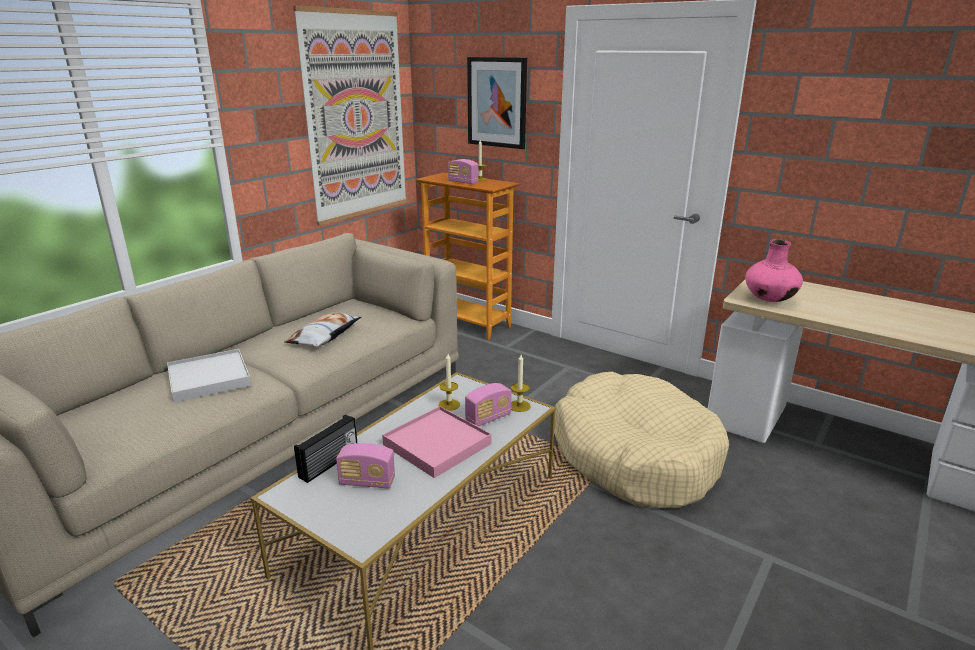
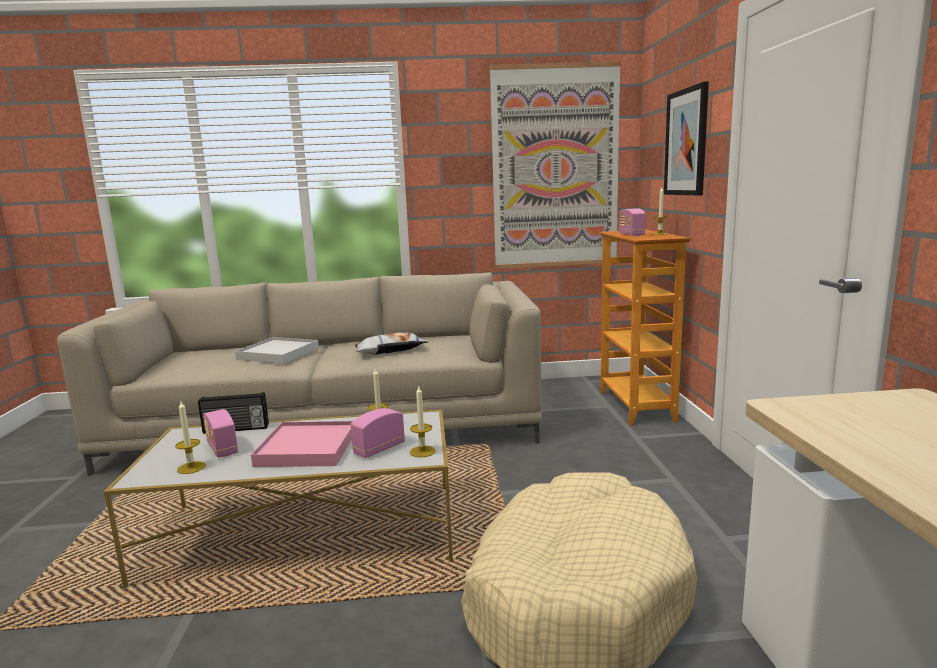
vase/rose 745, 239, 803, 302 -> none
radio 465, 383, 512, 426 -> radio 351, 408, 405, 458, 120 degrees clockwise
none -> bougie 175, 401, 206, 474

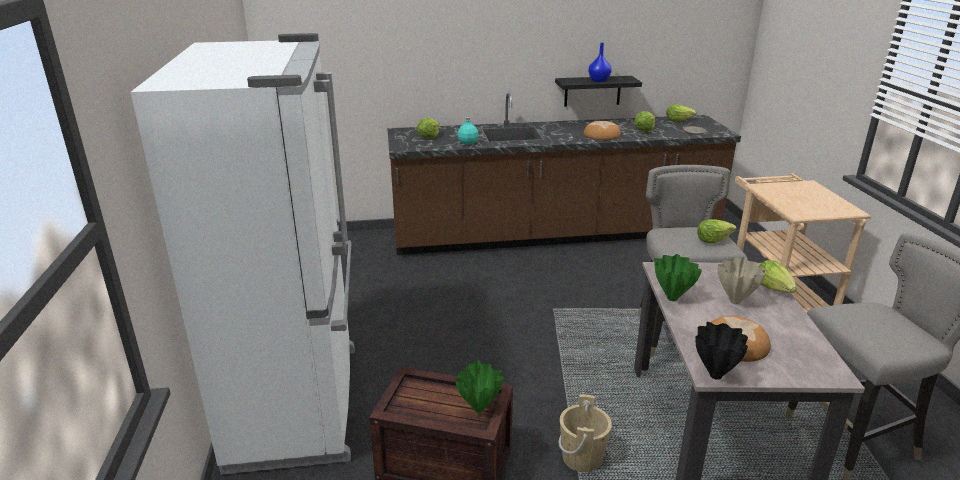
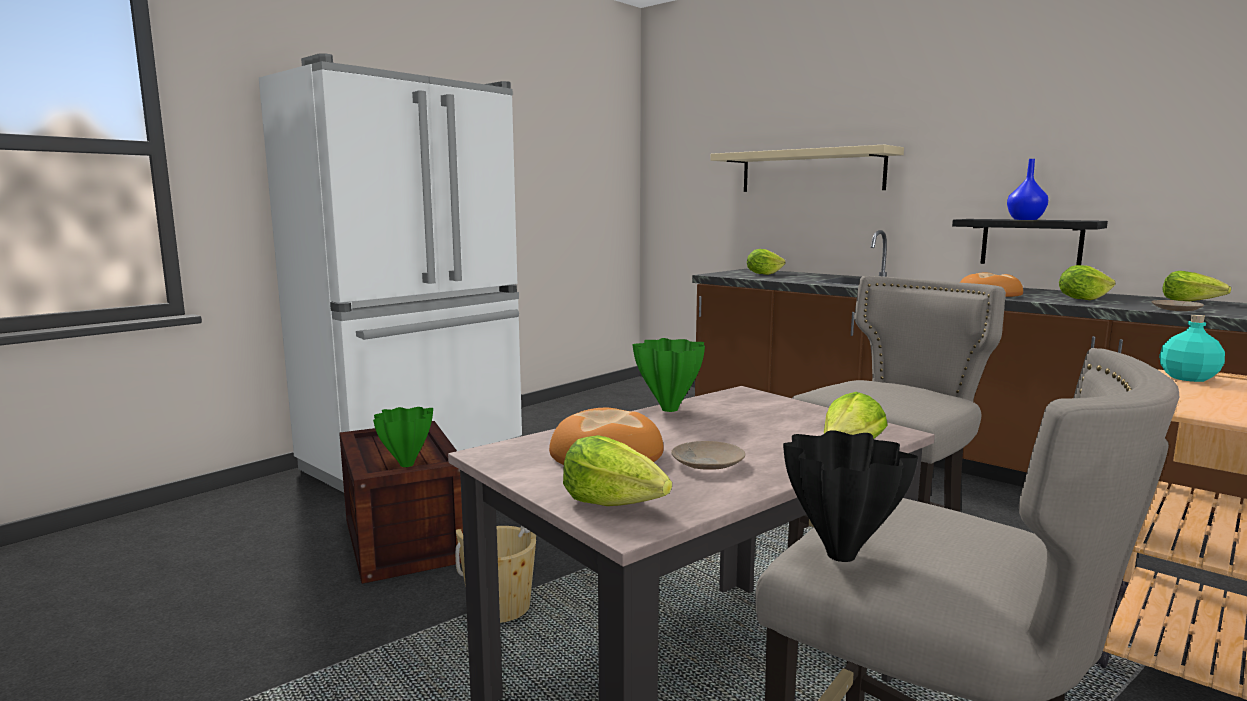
bouteille/turquoise 458, 117, 478, 145 -> bouteille/turquoise 1159, 315, 1225, 382, relocated
laitue 697, 219, 737, 244 -> laitue 563, 435, 672, 506, relocated
vase/beige 718, 257, 766, 304 -> none
vase/noir 696, 322, 748, 380 -> vase/noir 783, 430, 918, 562, relocated
none -> étagère/beige 711, 145, 904, 192
none -> assiette/beige 671, 441, 745, 470

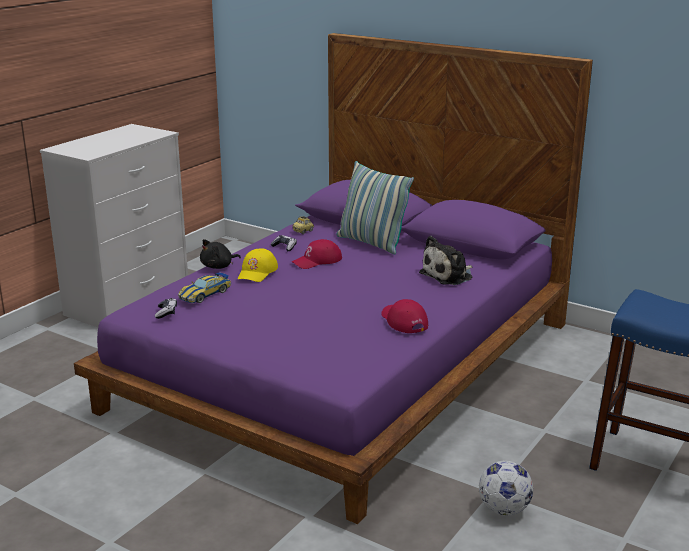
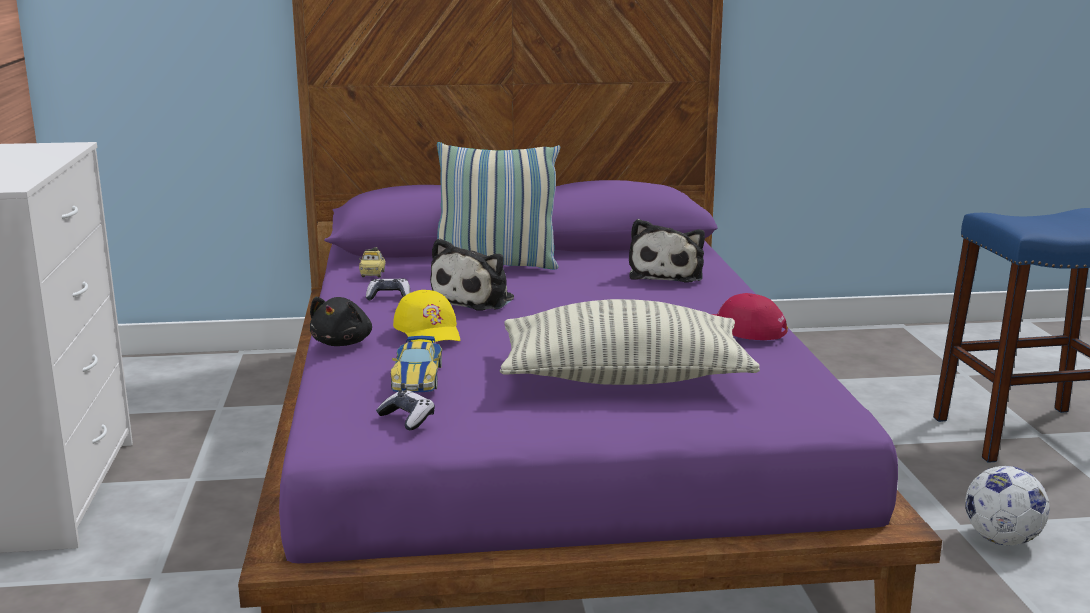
casquette/rouge 292, 239, 342, 269 -> peluche 430, 238, 514, 310
none -> coussin 500, 299, 760, 385

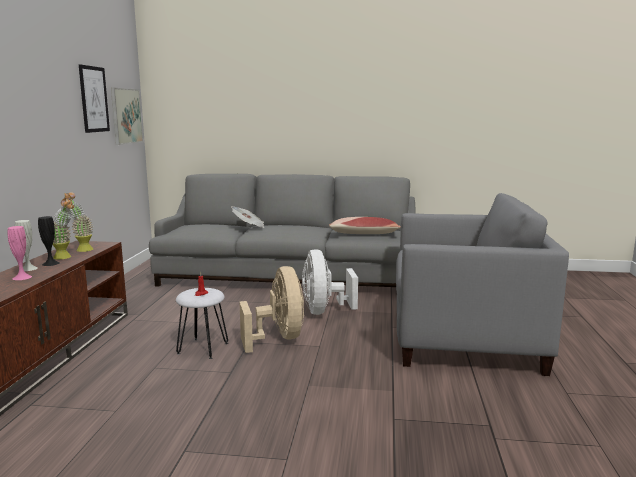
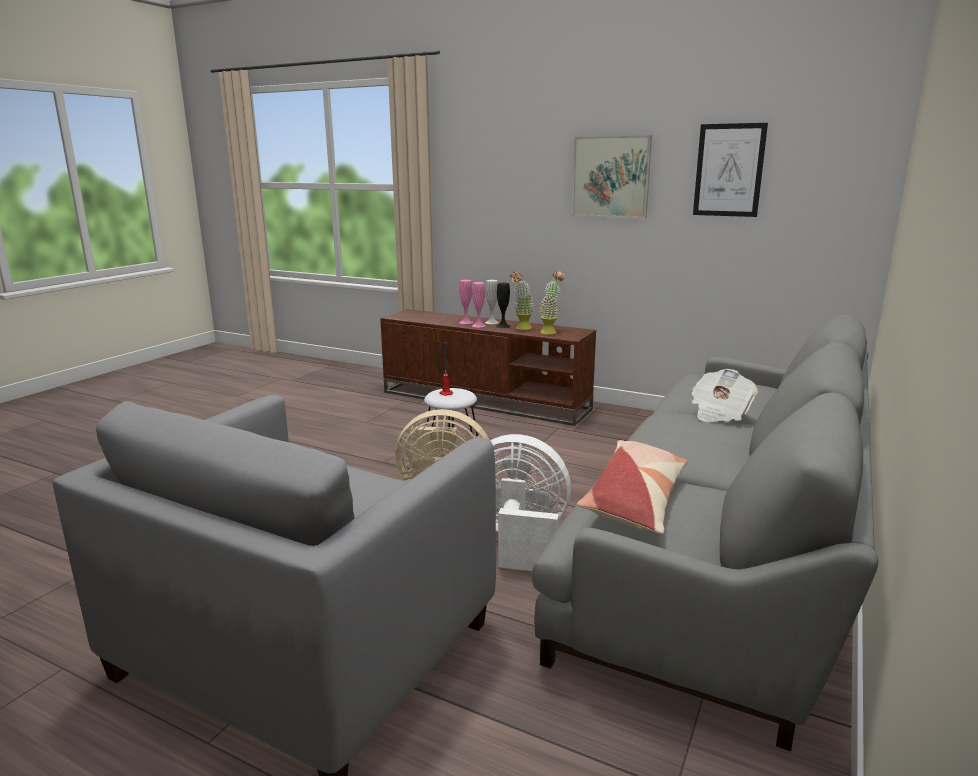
tableau 111, 88, 143, 145 -> tableau 572, 135, 652, 218, relocated
none -> vase/rose 472, 282, 486, 327

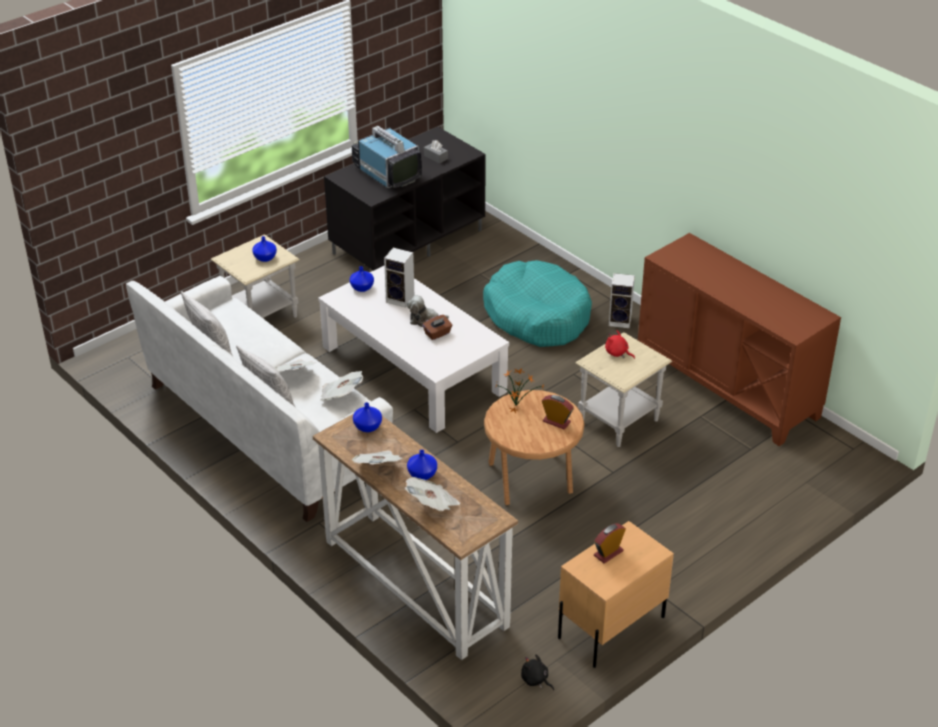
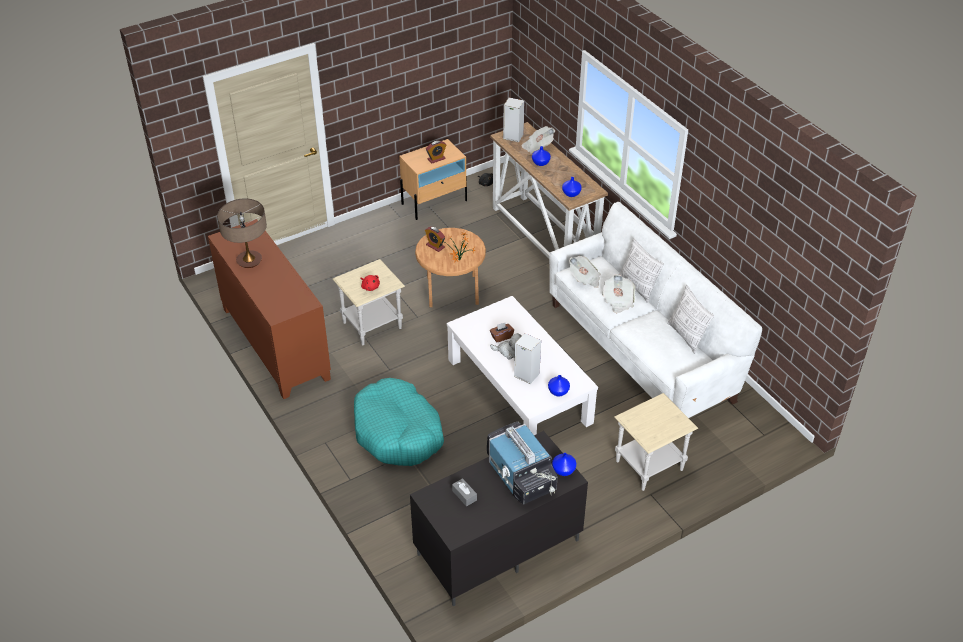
vase/bleu 252, 236, 277, 262 -> vase/bleu 552, 453, 576, 476, relocated
enceinte 609, 273, 635, 328 -> enceinte 503, 98, 525, 142, relocated
journal 352, 450, 403, 465 -> none
none -> lampe de table 217, 198, 267, 268

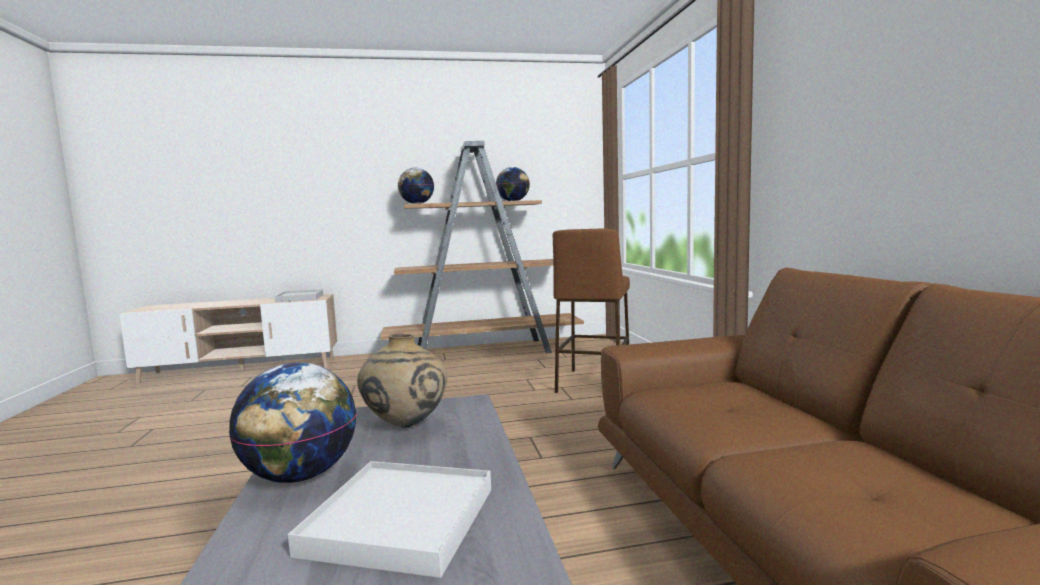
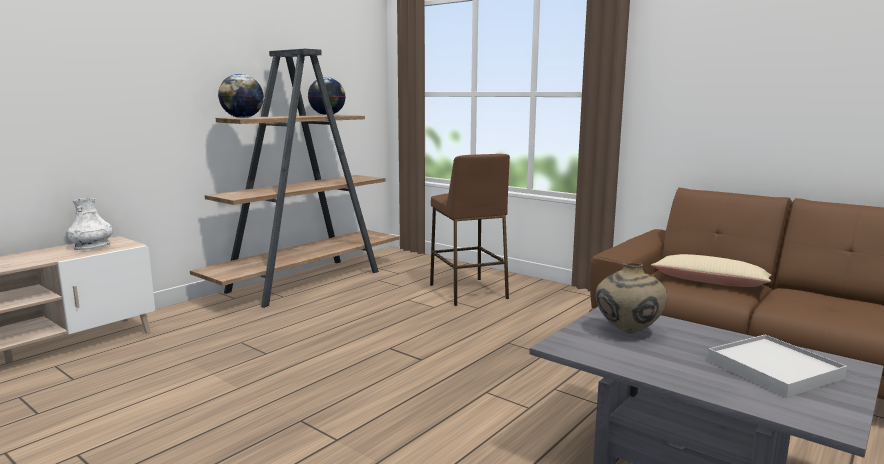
plateau/blanc 275, 289, 323, 302 -> vase/blanc 67, 198, 113, 250
globe 229, 363, 356, 483 -> none
none -> coussin/beige 651, 254, 771, 287

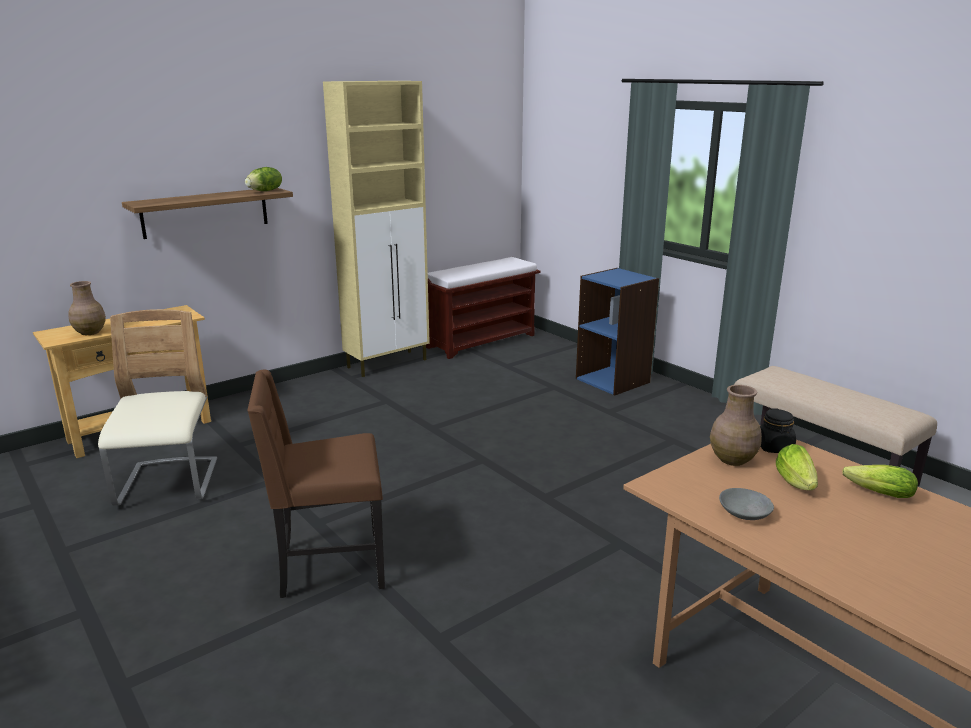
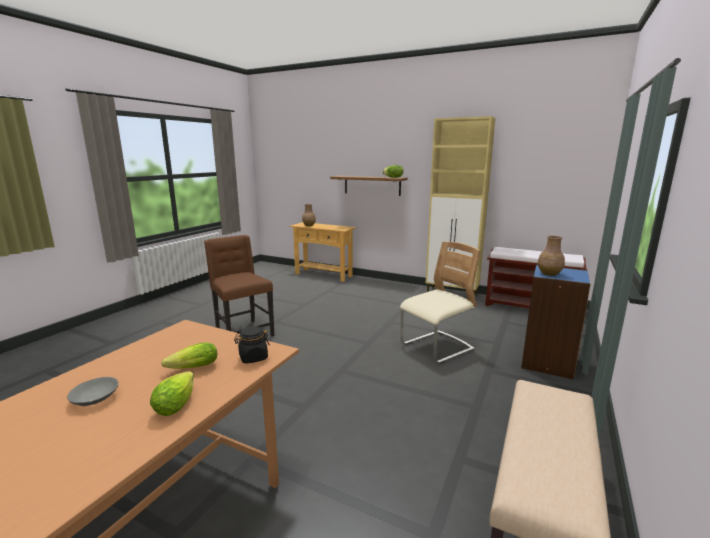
chaise/beige 98, 309, 217, 506 -> chaise/beige 400, 242, 480, 363, relocated
vase/marron 710, 385, 762, 466 -> vase/marron 538, 236, 565, 276, relocated
bol/gris 719, 488, 774, 520 -> bol/gris 67, 377, 119, 406, relocated

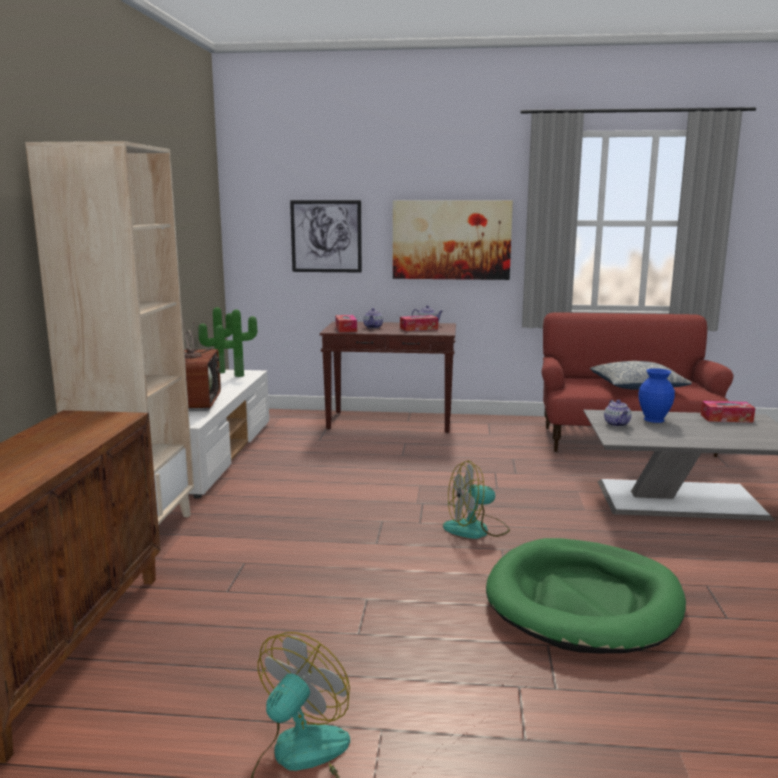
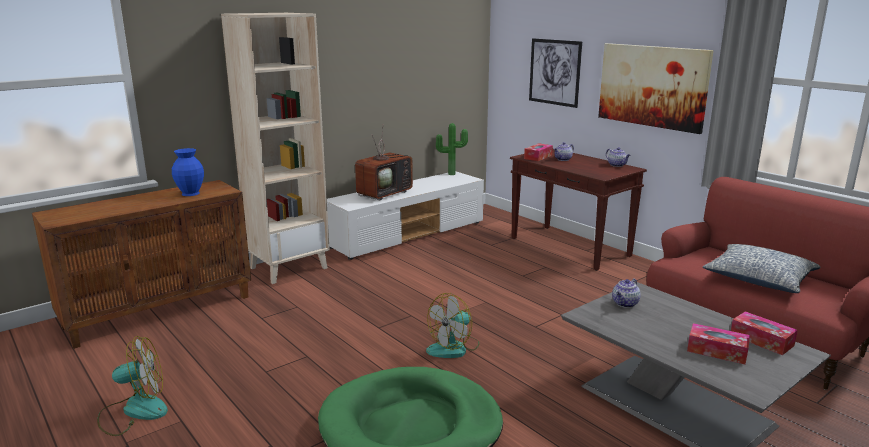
plante en pot 215, 309, 257, 377 -> none
boîte à mouchoirs 400, 315, 438, 331 -> boîte à mouchoirs 687, 323, 750, 365, relocated
vase/bleu 638, 368, 675, 423 -> vase/bleu 172, 148, 204, 196, relocated
ventilateur 443, 460, 510, 539 -> ventilateur 426, 293, 480, 358, 75 degrees counterclockwise

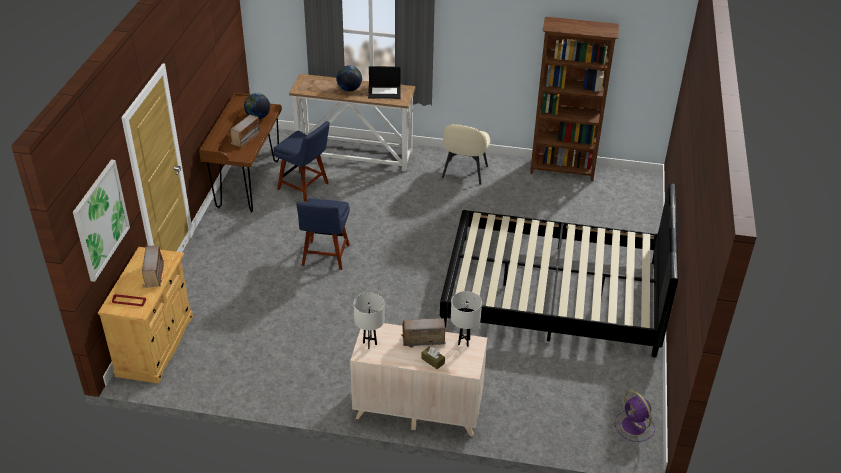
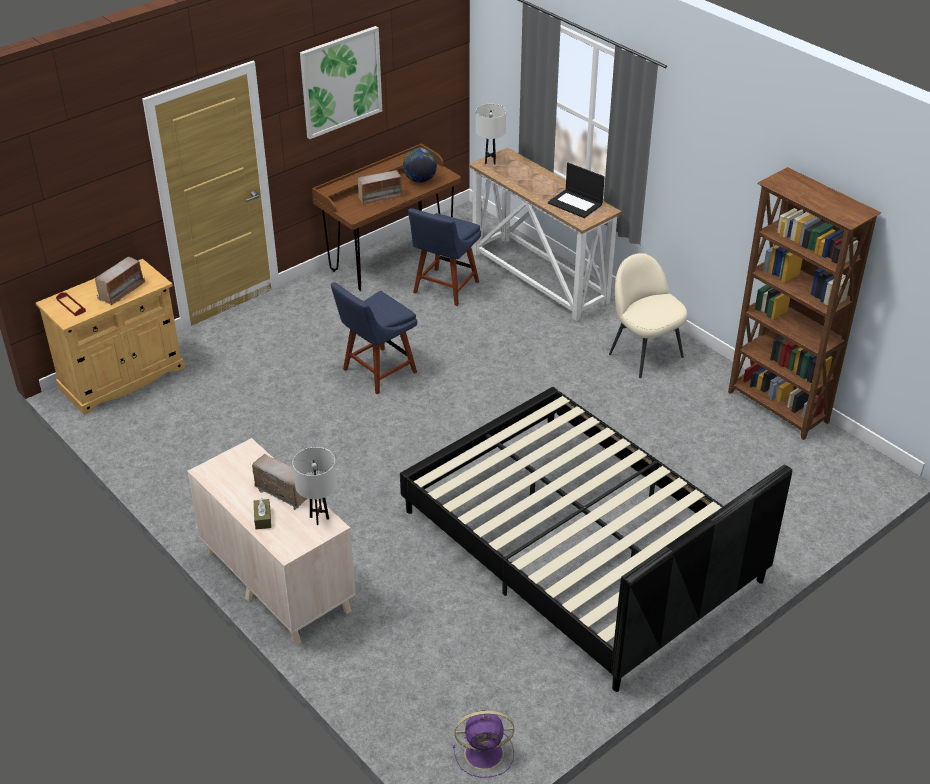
globe 336, 65, 362, 91 -> none
chaise/bleu 273, 121, 330, 202 -> chaise/bleu 408, 208, 481, 306, 45 degrees clockwise
chaise/beige 442, 124, 490, 185 -> chaise/beige 609, 253, 687, 378, 90 degrees clockwise
tableau 73, 159, 130, 282 -> tableau 300, 26, 382, 139, relocated
lampe de table/blanc 354, 293, 384, 349 -> lampe de table/blanc 476, 104, 506, 164, relocated
ventilateur/violet 615, 390, 655, 442 -> ventilateur/violet 453, 710, 514, 778, 105 degrees counterclockwise

